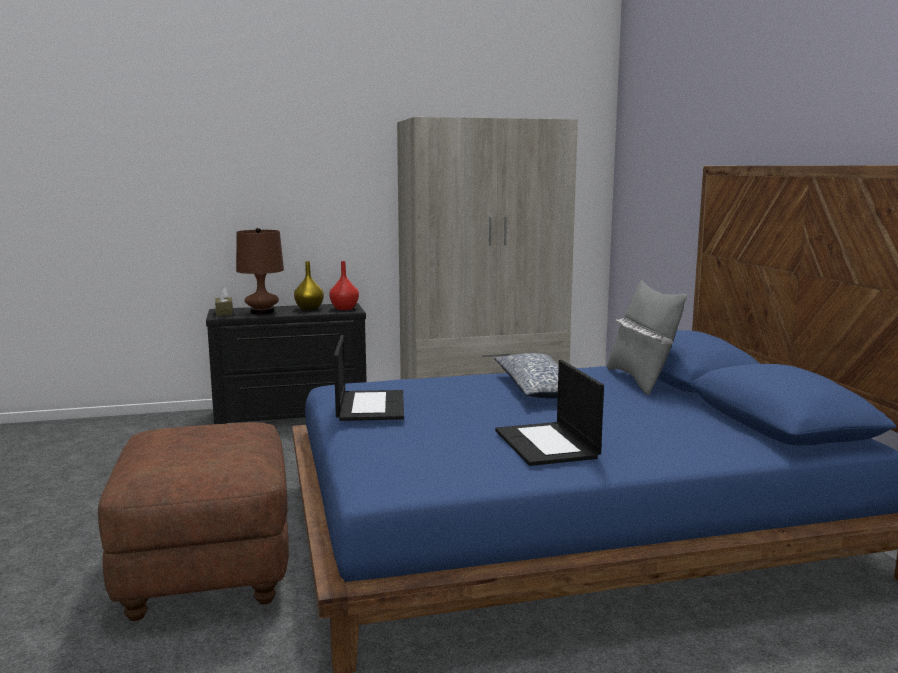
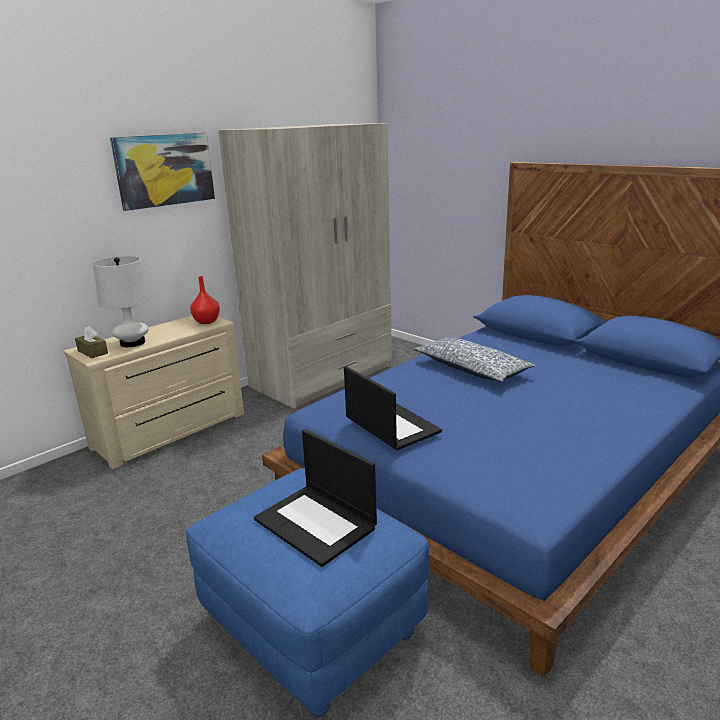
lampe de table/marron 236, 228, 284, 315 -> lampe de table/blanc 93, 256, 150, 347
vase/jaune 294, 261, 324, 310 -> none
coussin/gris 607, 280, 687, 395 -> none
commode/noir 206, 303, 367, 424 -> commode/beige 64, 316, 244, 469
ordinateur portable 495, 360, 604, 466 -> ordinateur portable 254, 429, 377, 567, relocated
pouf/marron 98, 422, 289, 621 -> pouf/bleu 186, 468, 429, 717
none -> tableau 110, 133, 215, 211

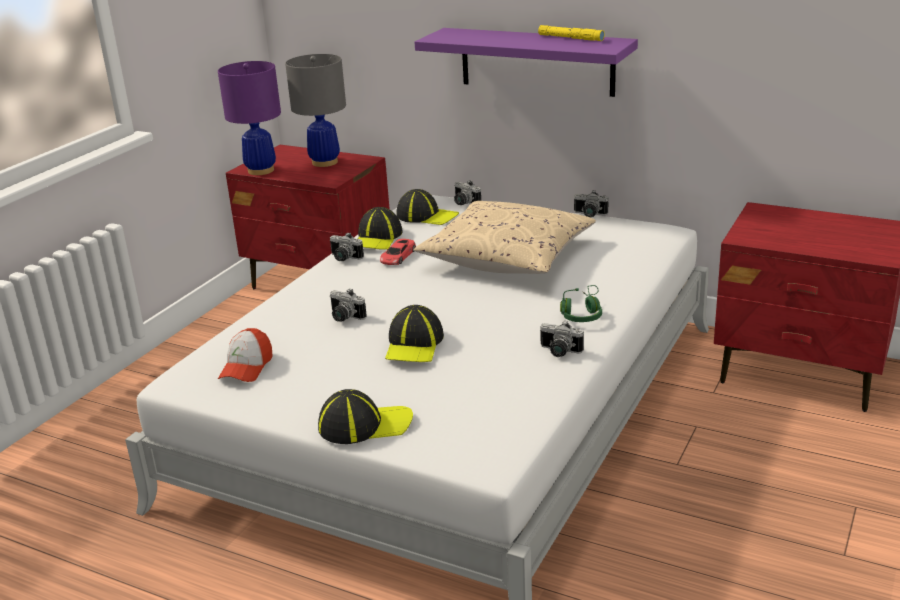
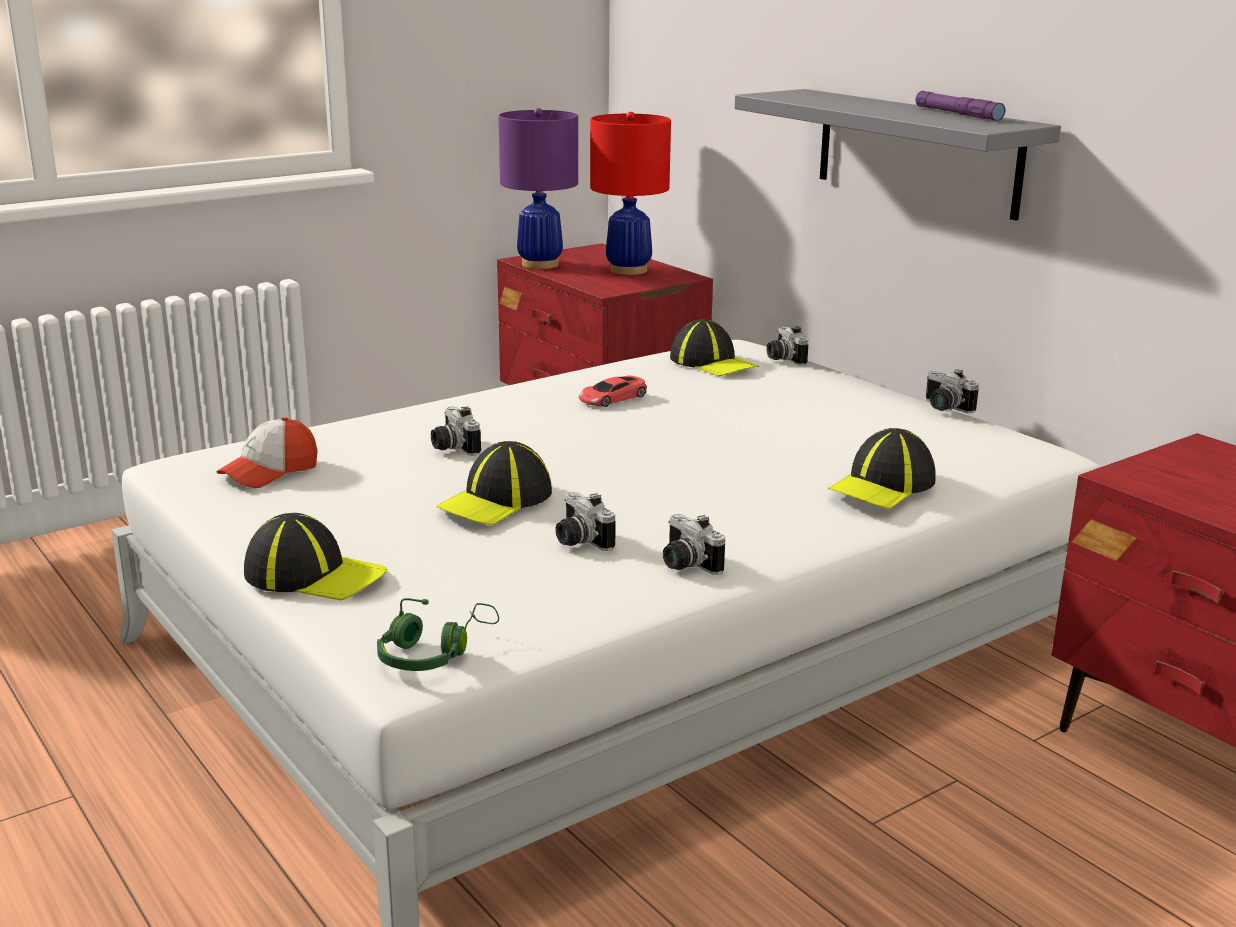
lampe de poche/jaune 538, 25, 605, 41 -> lampe de poche/violet 915, 91, 1006, 121
étagère/violet 415, 28, 638, 97 -> étagère/gris 735, 89, 1061, 221
lampe de table/gris 285, 54, 346, 167 -> lampe de table/rouge 590, 112, 671, 275
coussin/beige 414, 201, 596, 274 -> none
casquette 358, 207, 402, 250 -> casquette 828, 428, 936, 509, relocated
appareil photo 330, 232, 364, 261 -> appareil photo 555, 492, 616, 551, relocated
casque audio/vert 560, 285, 602, 322 -> casque audio/vert 377, 598, 499, 671, relocated

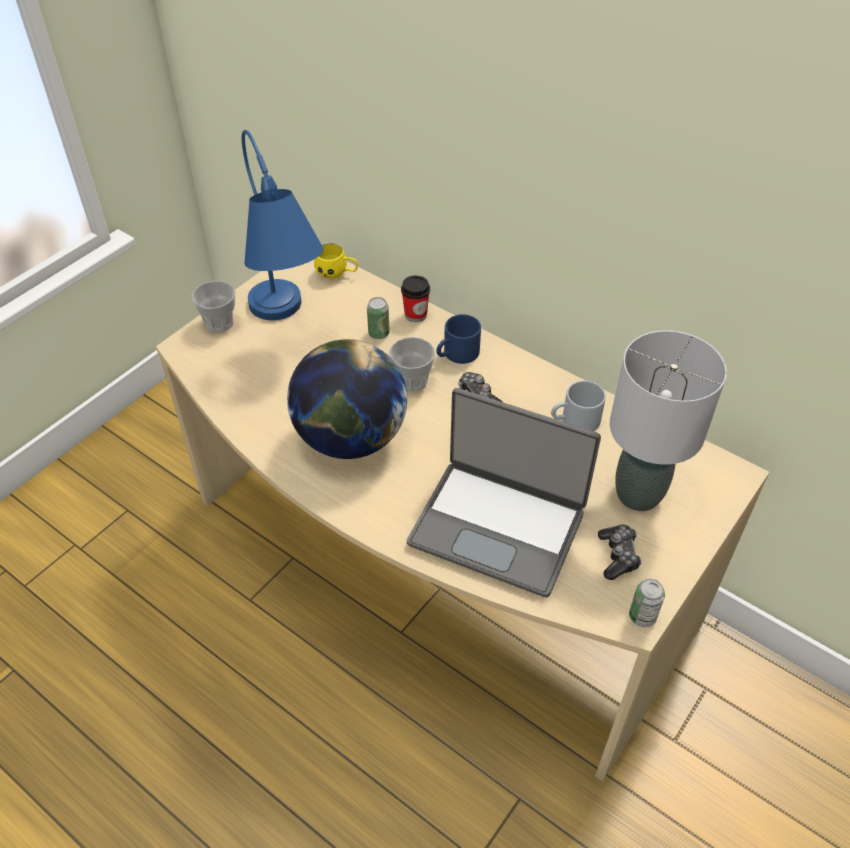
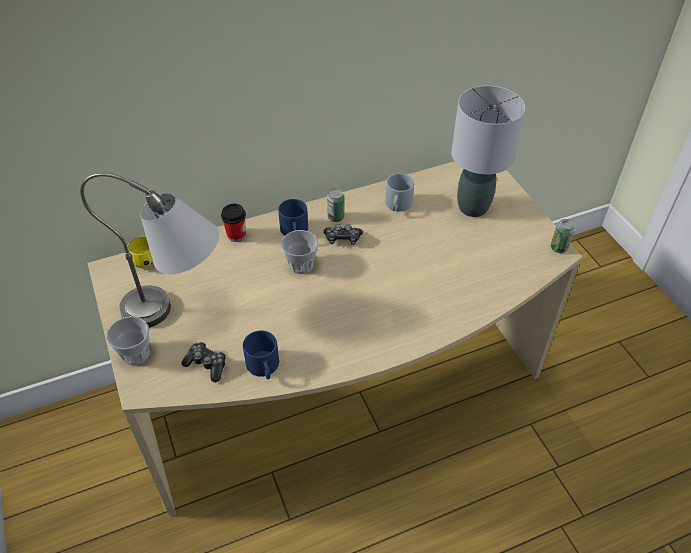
lampe de table/bleu 242, 130, 324, 320 -> lampe de table/gris 80, 173, 219, 328
boîte métallique 367, 297, 390, 339 -> boîte métallique 327, 189, 344, 222, relocated
globe 287, 339, 407, 459 -> none
ordinateur portable 407, 388, 601, 597 -> none
manette 598, 524, 642, 580 -> manette 182, 342, 226, 382, relocated
none -> mug/bleu 243, 330, 279, 379

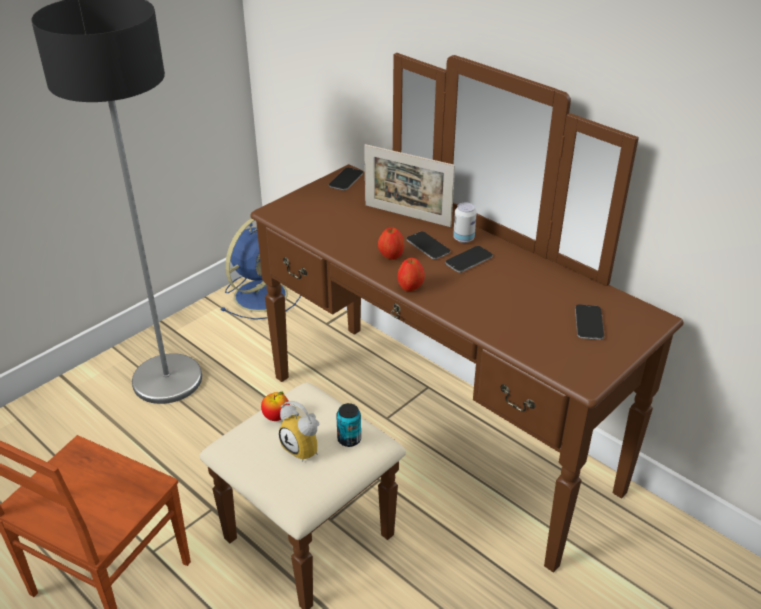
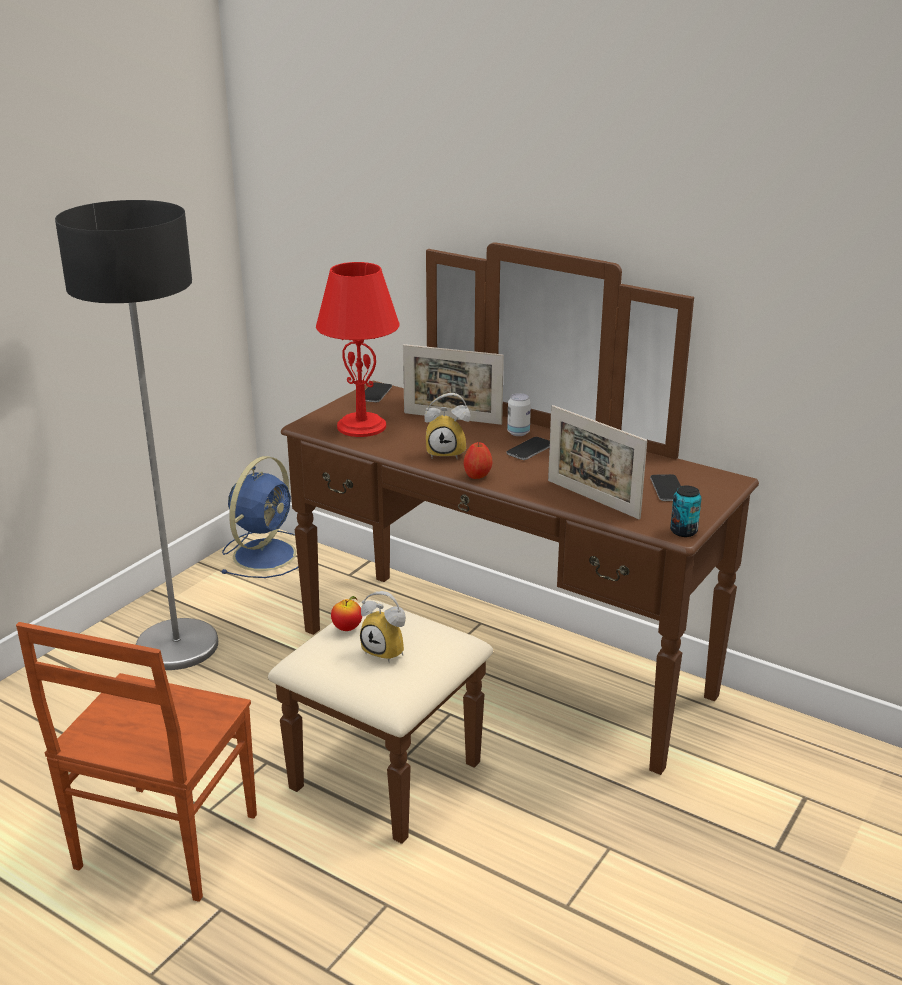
pomme 378, 227, 404, 260 -> réveil 424, 393, 470, 459
téléphone 406, 231, 450, 259 -> none
boîte métallique 336, 403, 361, 447 -> boîte métallique 670, 485, 701, 537, relocated
none -> lampe de table/rouge 316, 262, 400, 437
none -> cadre photo 548, 405, 647, 520

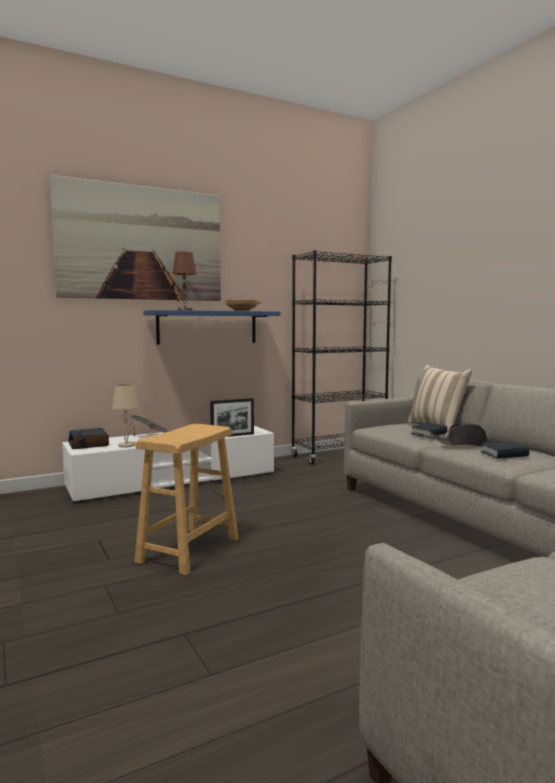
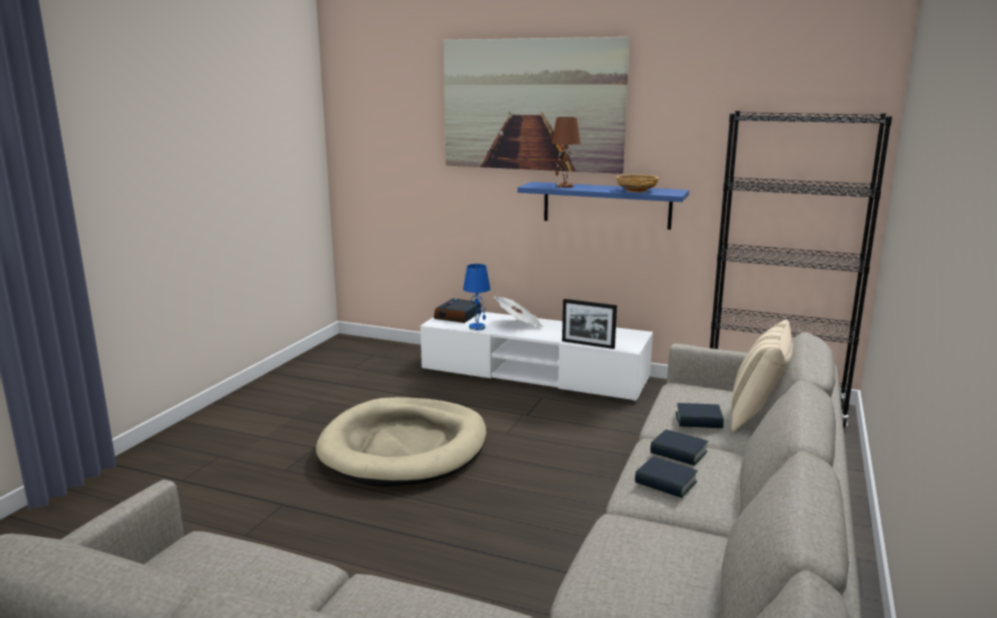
lampe de table/beige 112, 384, 139, 448 -> lampe de table/bleu 463, 264, 490, 330
chapeau/noir 431, 423, 504, 447 -> livre 650, 430, 708, 466
tabouret/marron 134, 424, 239, 575 -> panier pour chien/beige 316, 397, 486, 487

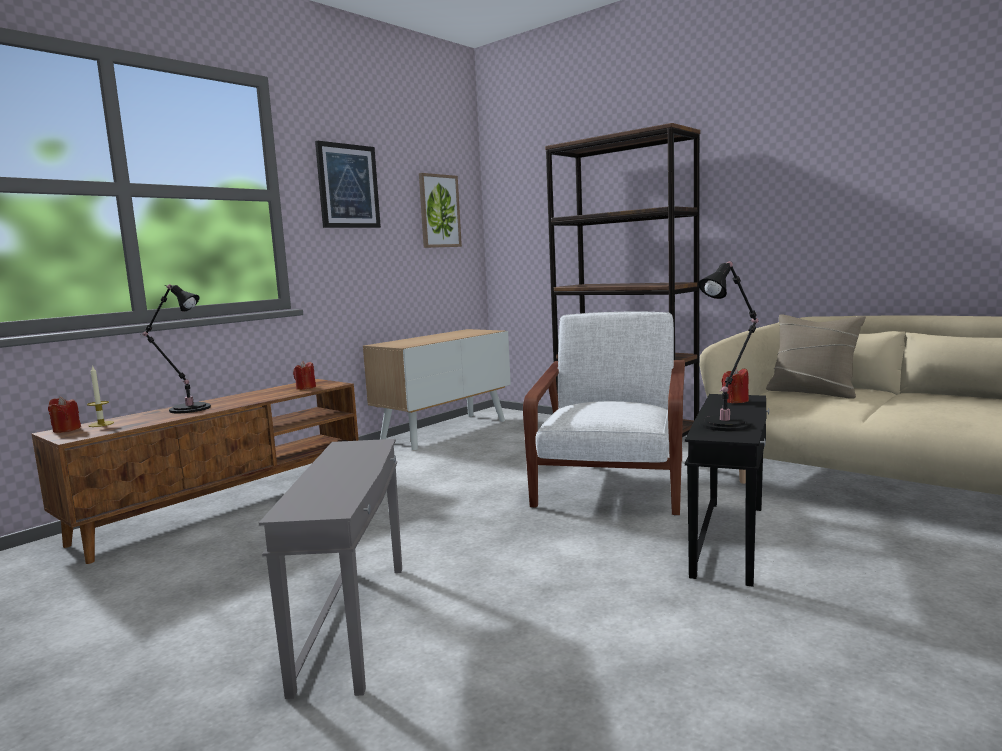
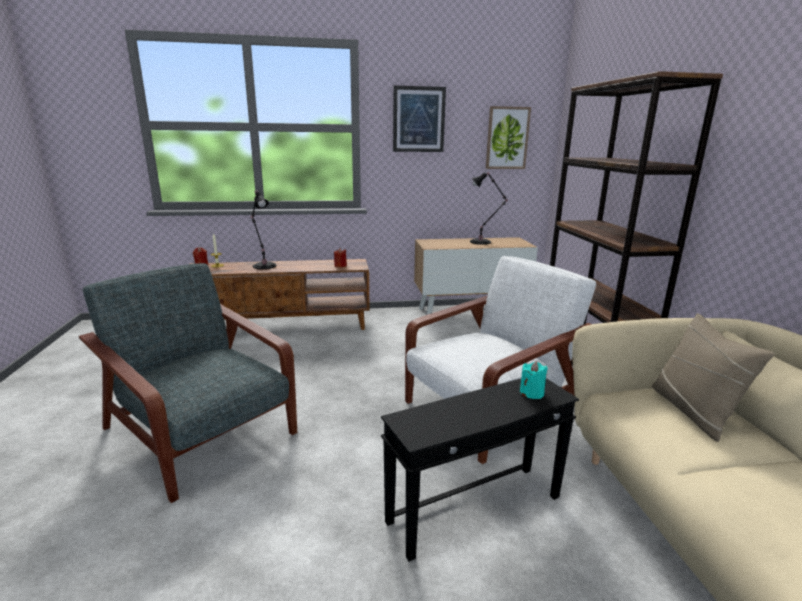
lampe de table/noir 698, 261, 758, 431 -> lampe de table/noir 470, 172, 508, 245, relocated
bougie/rouge 722, 367, 749, 403 -> bougie/turquoise 520, 361, 548, 399
table d'appoint/gris 259, 439, 402, 699 -> fauteuil/gris 79, 263, 297, 503

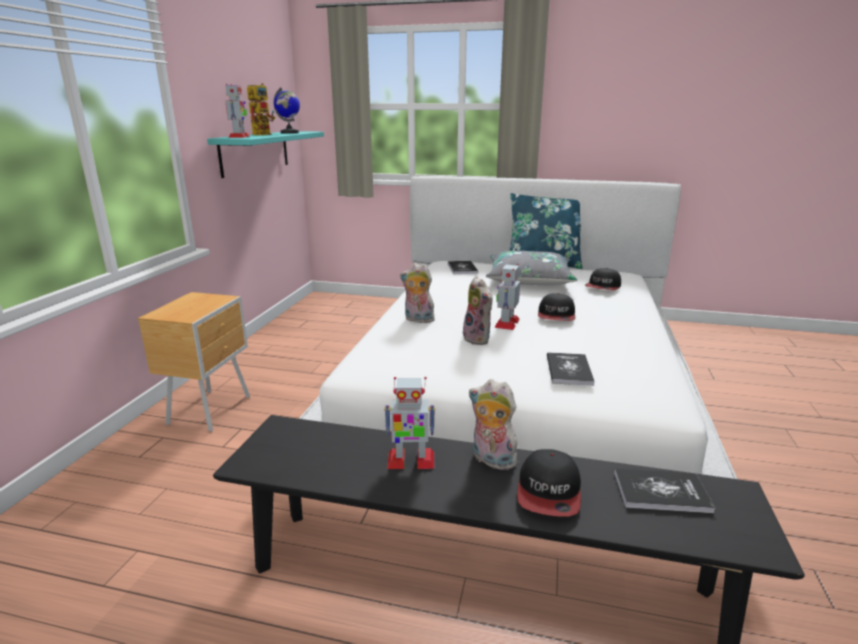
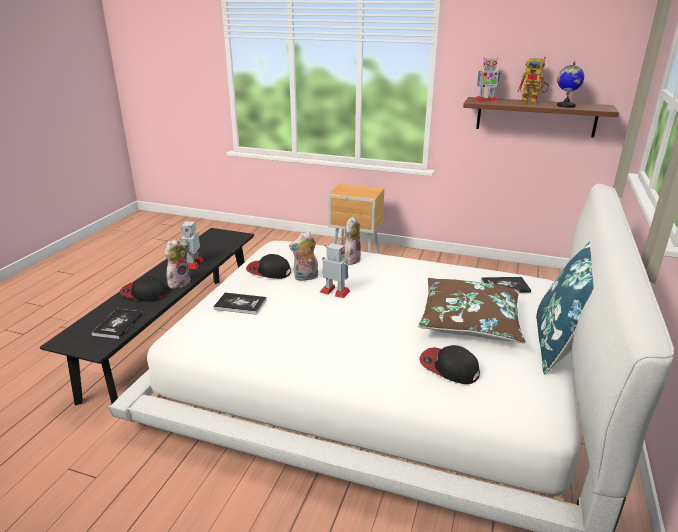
étagère/turquoise 207, 131, 324, 178 -> étagère/marron 463, 97, 619, 137
coussin/gris 486, 251, 577, 285 -> coussin/marron 418, 278, 525, 343
casquette 538, 293, 575, 321 -> casquette 246, 254, 291, 279, relocated

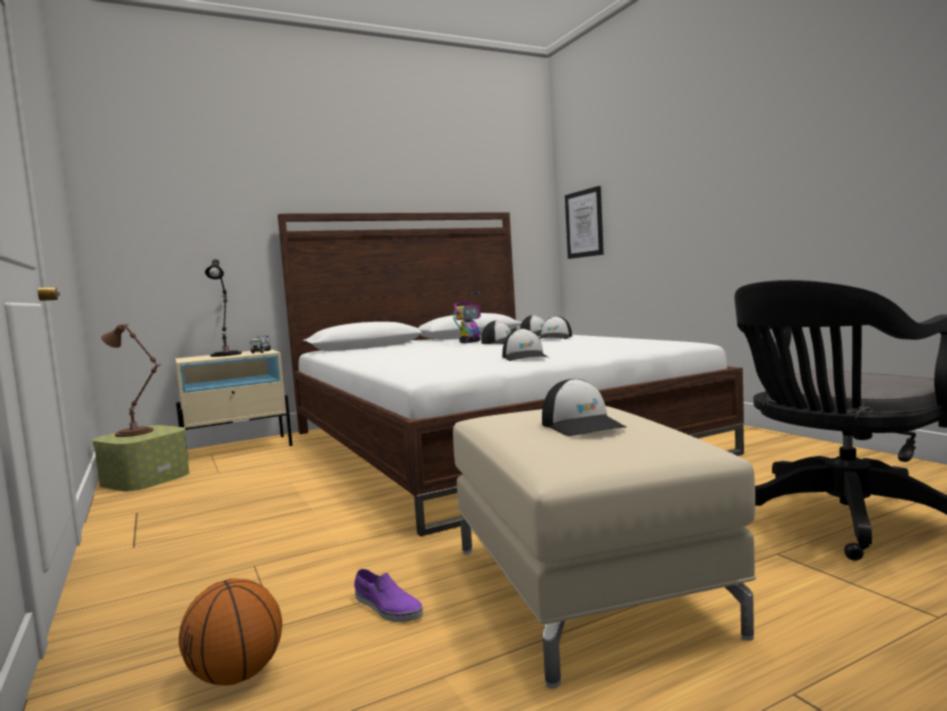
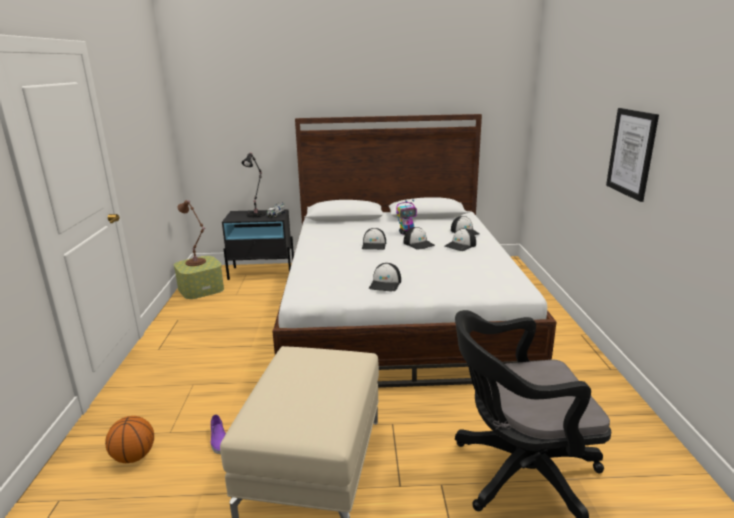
tableau 565, 186, 604, 259 -> tableau 606, 108, 659, 202, relocated
table de chevet/beige 175, 349, 293, 457 -> table de chevet/noir 222, 210, 294, 280
casquette 542, 378, 626, 436 -> casquette 362, 228, 386, 250, relocated

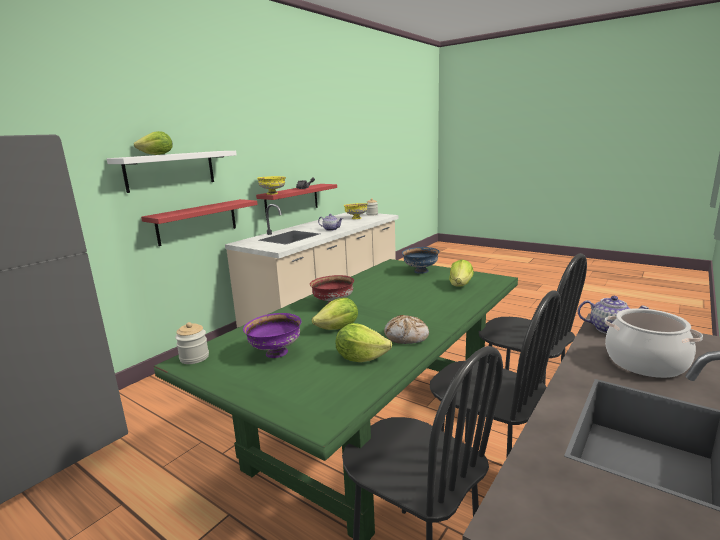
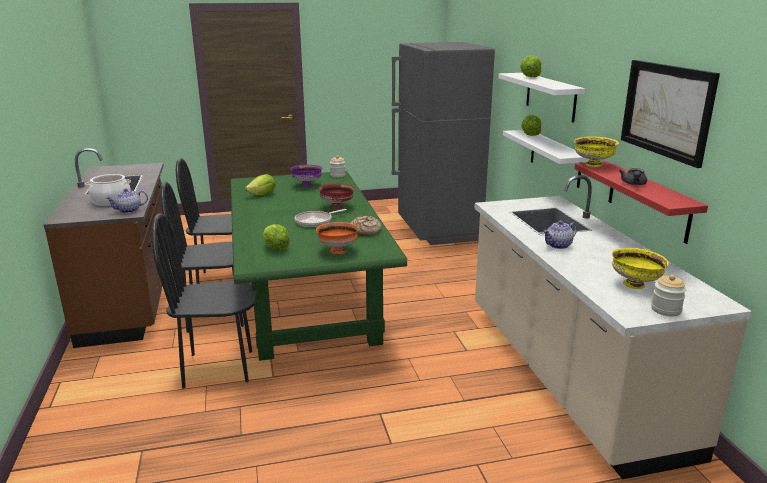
étagère/rouge 141, 199, 258, 246 -> étagère/blanc 503, 130, 589, 188
bol/bleu 402, 247, 440, 274 -> bol/orange 316, 222, 359, 254
laitue 312, 298, 358, 330 -> laitue 521, 115, 541, 136, relocated
pain 384, 315, 429, 344 -> pain 350, 216, 382, 236, relocated
none -> tableau 621, 60, 720, 168
none -> poêle 295, 209, 347, 227

